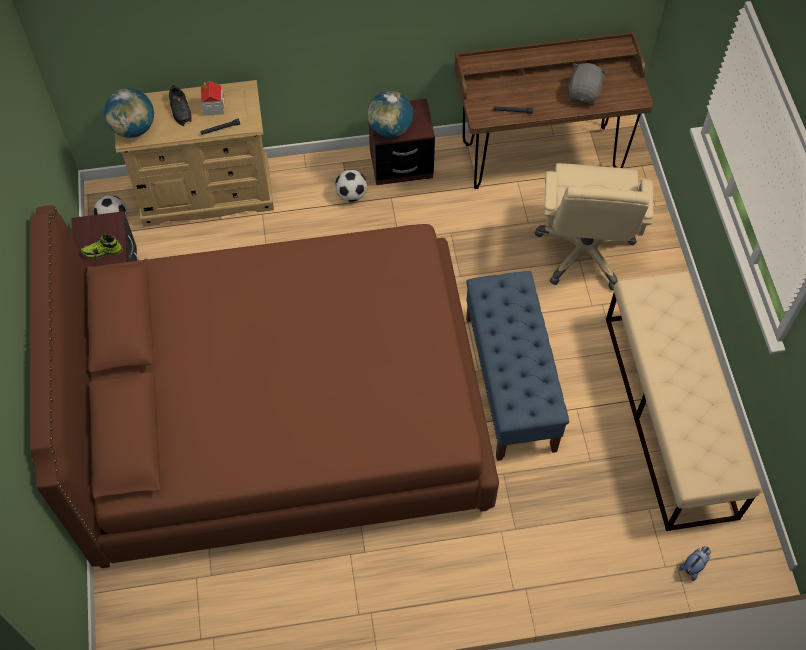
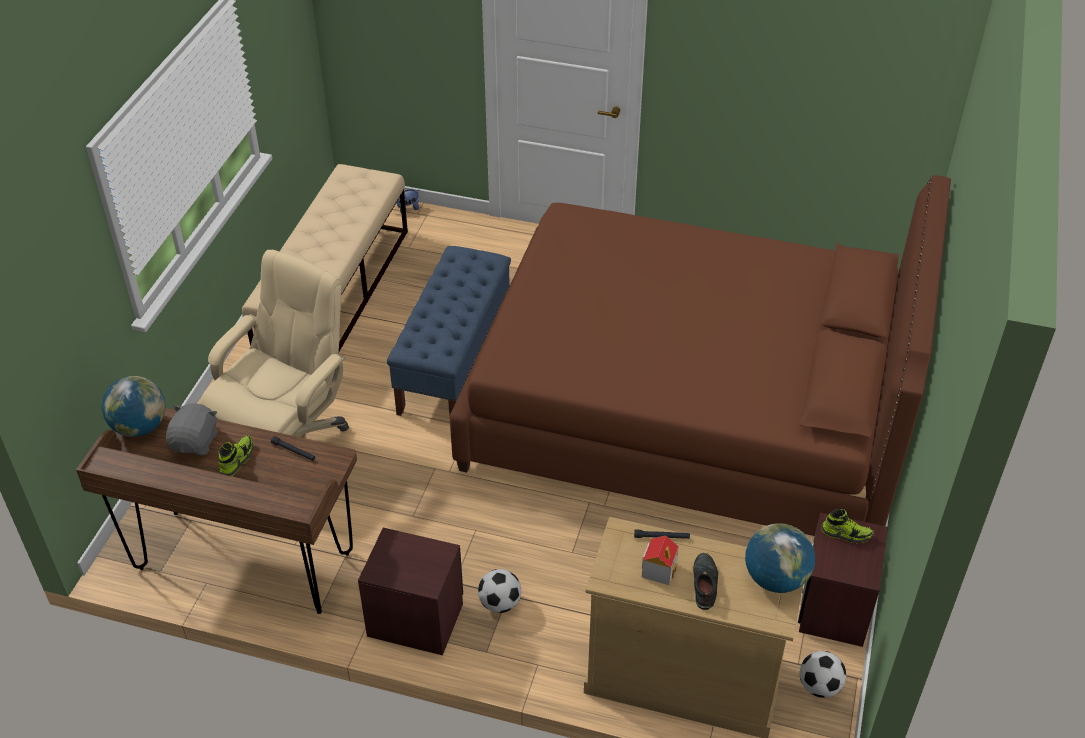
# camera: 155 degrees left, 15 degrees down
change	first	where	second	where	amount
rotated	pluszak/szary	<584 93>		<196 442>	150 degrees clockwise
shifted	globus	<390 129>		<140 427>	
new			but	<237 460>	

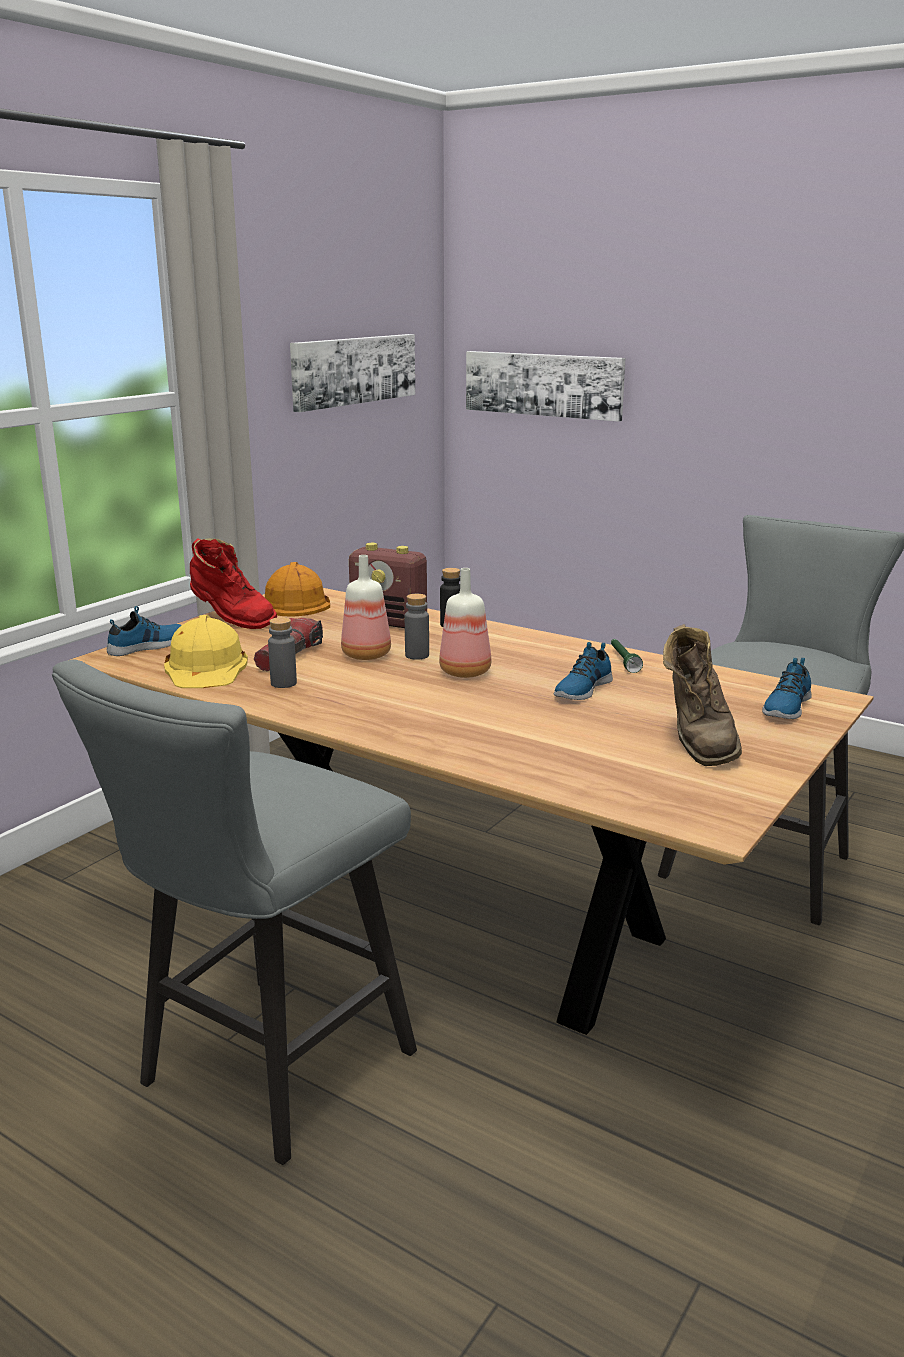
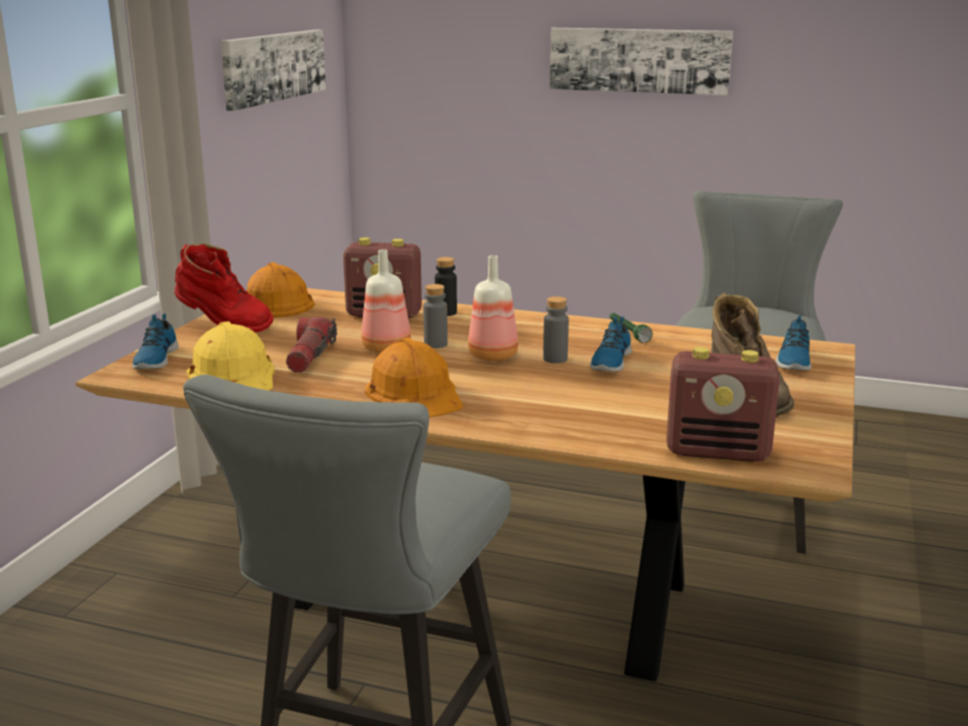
# camera: 15 degrees left, 0 degrees up
change	first	where	second	where	amount
shifted	obraz	<543 384>		<639 60>	
rotated	but	<148 646>		<155 359>	150 degrees clockwise
shifted	butelka/szary	<283 683>		<555 359>	
new			kask/pomarańczowy	<415 394>	
new			radio	<718 452>	

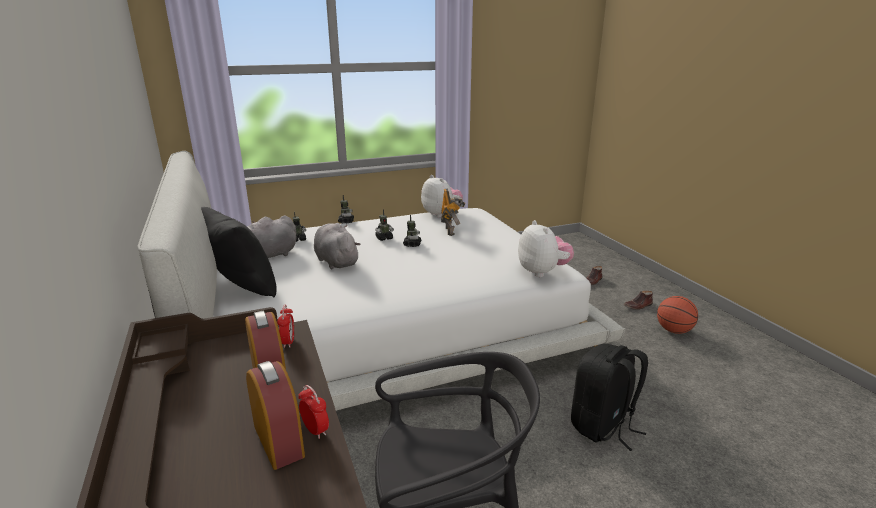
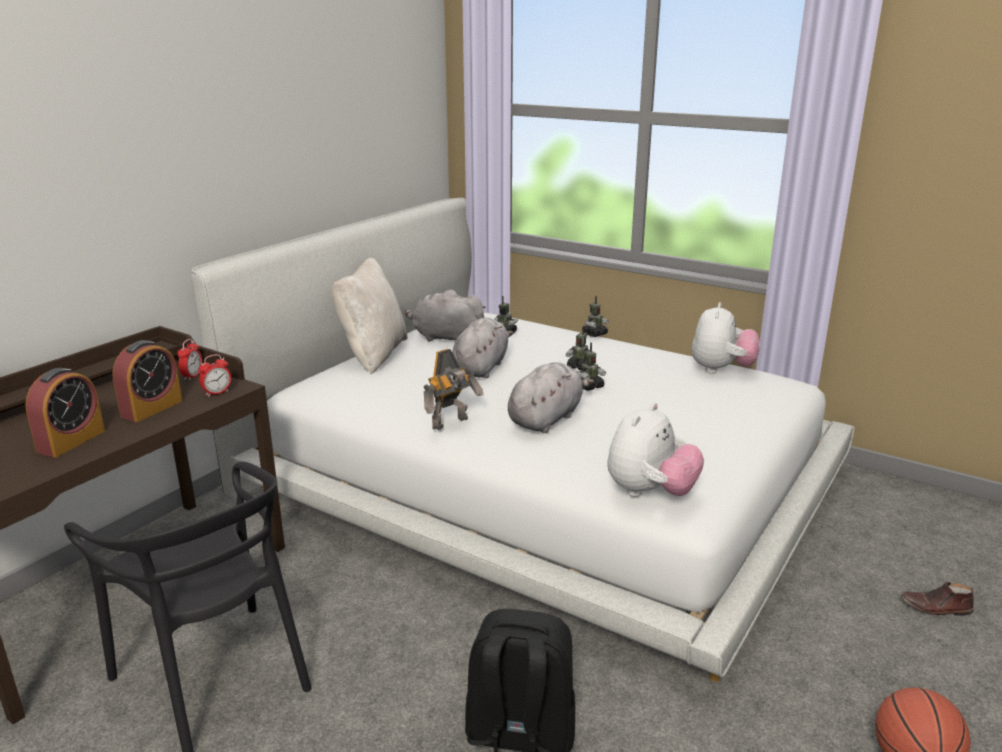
# camera: 55 degrees right, 0 degrees up
change	first	where	second	where	amount
shifted	robot zabawkowy	<451 231>		<451 423>	
repainted	poduszka/czarny	<242 287>	poduszka/beżowy	<373 355>	
gone	but/brązowy	<638 306>			
shifted	budzik	<315 430>		<192 376>	
new			pluszak/szary	<546 419>	

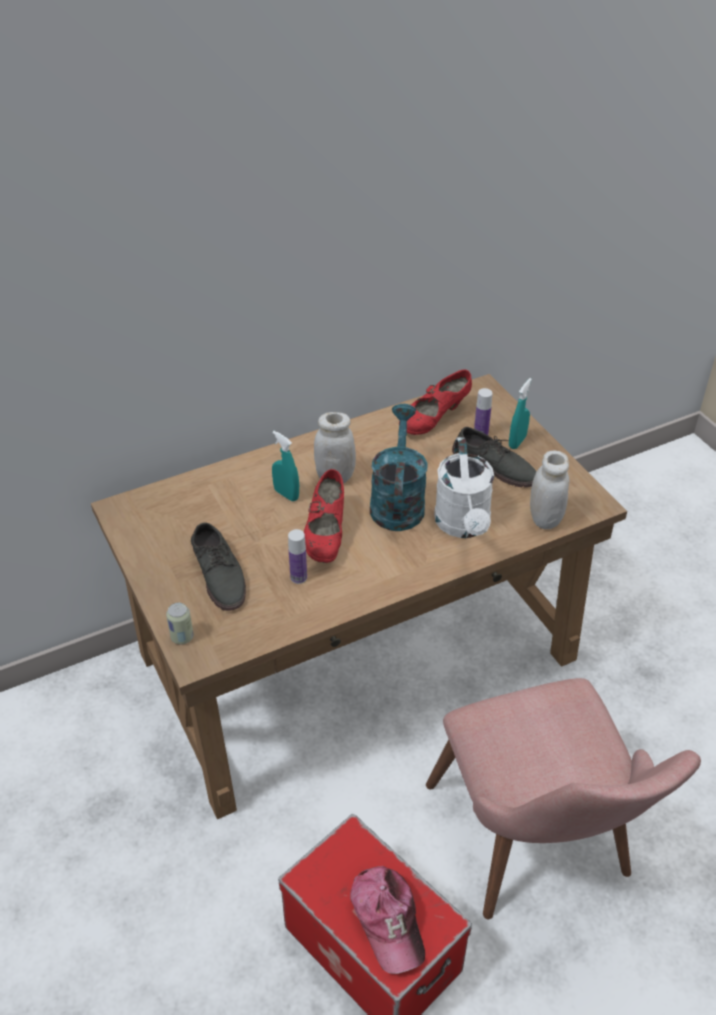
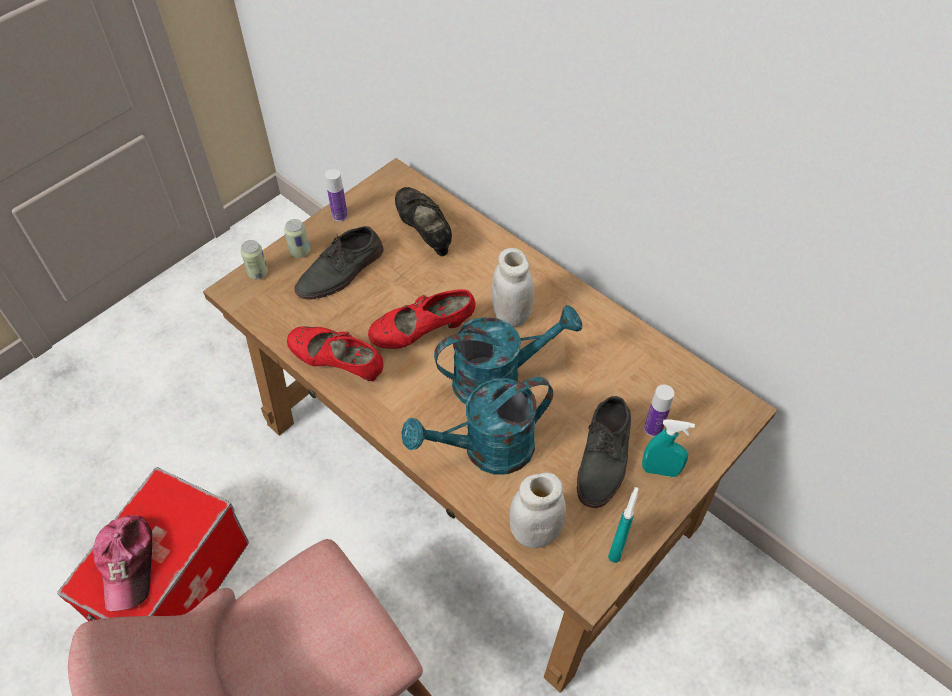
# camera: 70 degrees right, 10 degrees up
change	first	where	second	where	amount
shifted	but/czerwony	<434 420>		<338 365>	
shifted	spryskiwacz/turkusowy	<286 494>		<617 546>	
repainted	konewka/biały	<464 526>	konewka/turkusowy	<487 451>	
shifted	butelka	<298 577>		<340 215>	
rotated	czapka z daszkiem	<387 920>		<128 563>	60 degrees counterclockwise
new			but/czarny	<424 232>	
new			puszka	<300 252>	

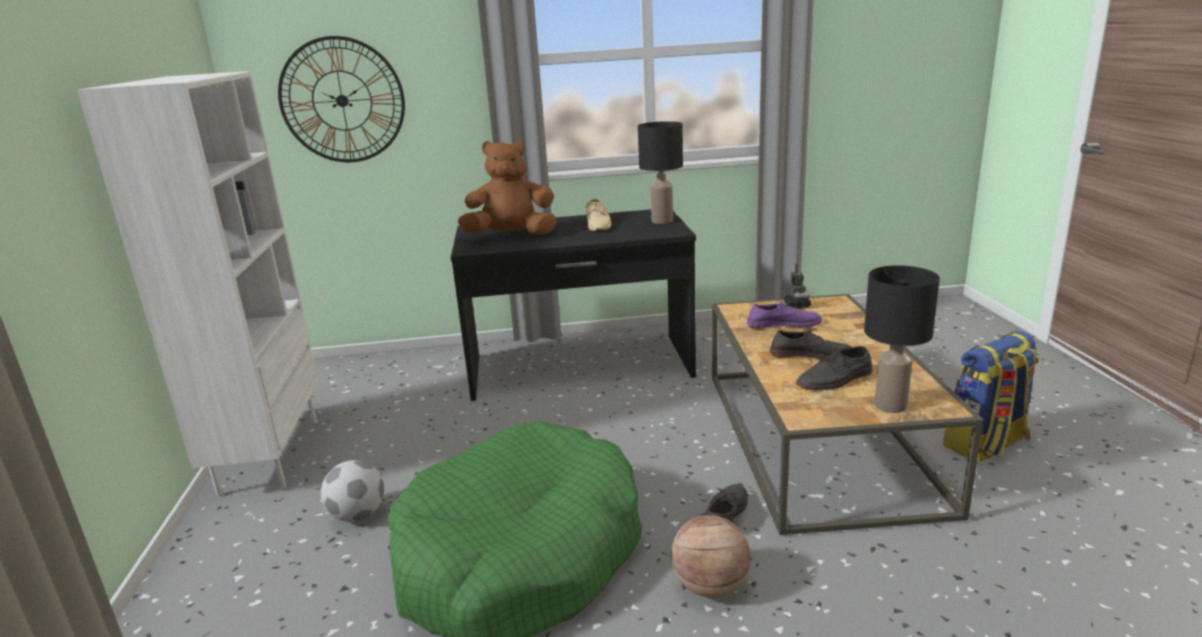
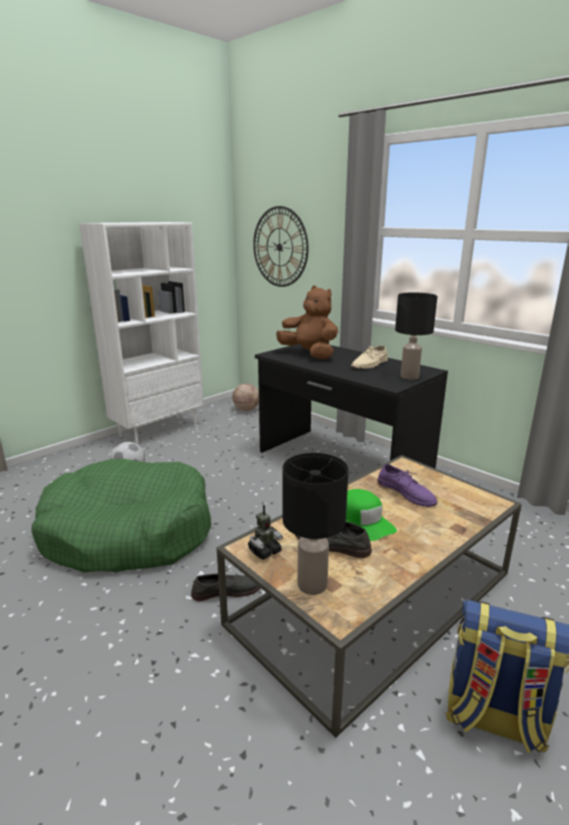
# camera: 50 degrees right, 0 degrees up
change	first	where	second	where	amount
shifted	robot zabawkowy	<796 306>		<264 551>	
swapped	but/szary	<811 354>	czapka z daszkiem/zielony	<364 520>	
shifted	piłka do koszykówki	<710 586>		<246 410>	

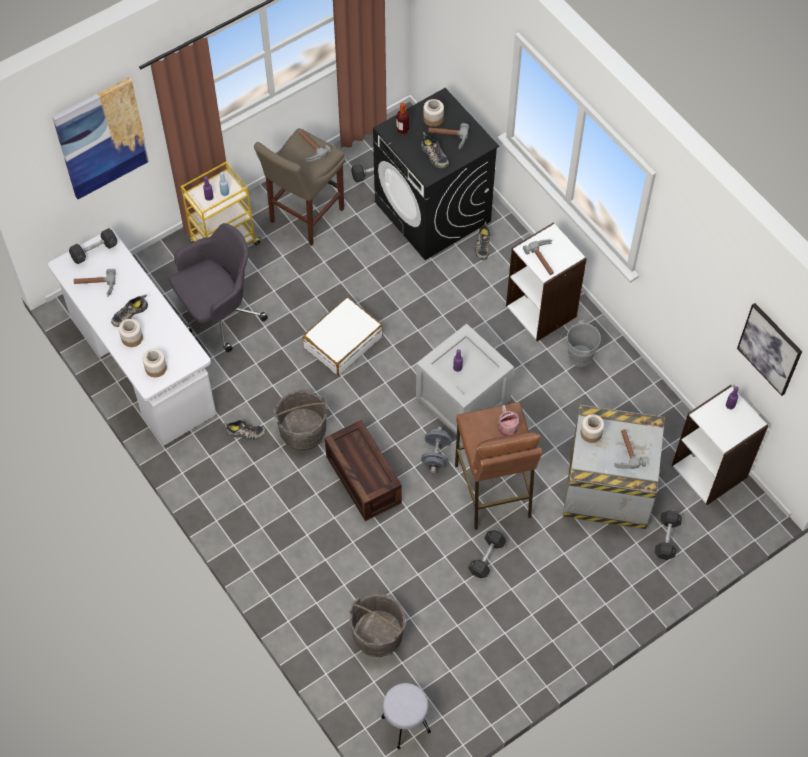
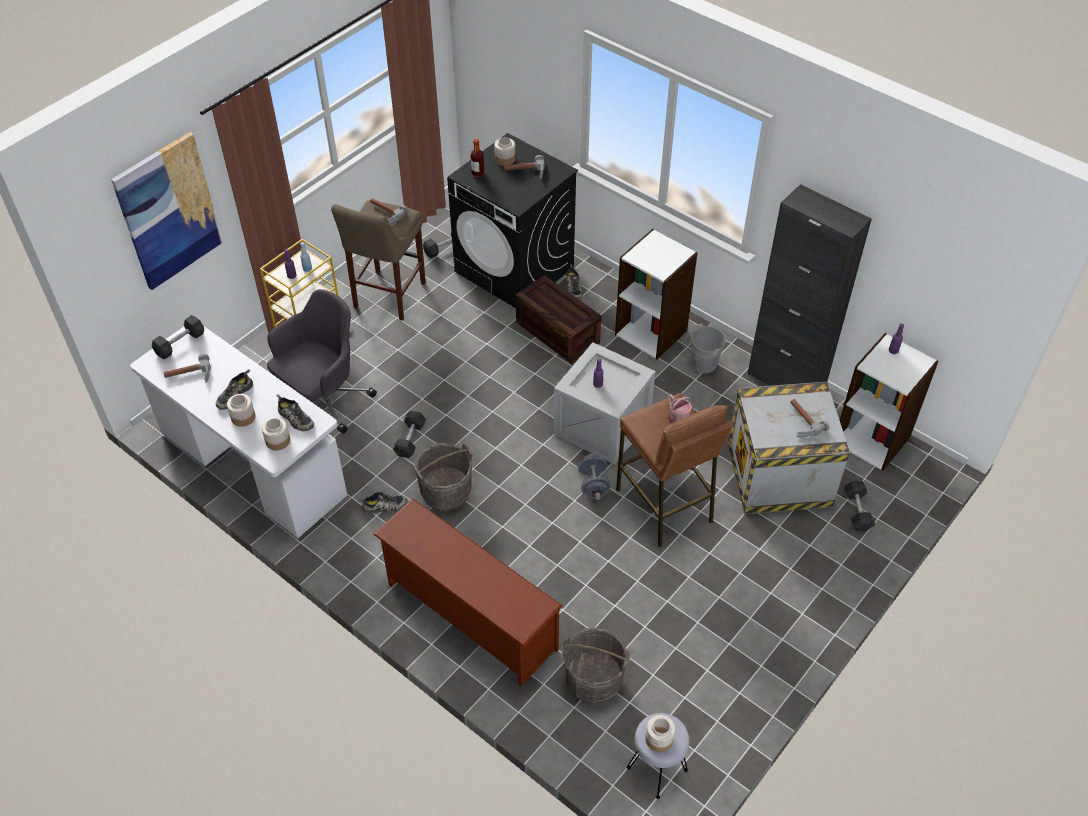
# camera: 15 degrees left, 10 degrees down
change	first	where	second	where	amount
shifted	but	<433 155>		<294 418>	
gone	młotek	<545 259>			
gone	walizka/biały	<342 342>			
gone	obraz	<770 348>			
shifted	słoik	<591 433>		<659 739>	
shifted	skrzynka	<361 479>		<556 333>	
shifted	hantel/szary	<486 557>		<410 440>	
new			szafka/czarny	<786 381>	
new			regał na buty/brązowy	<469 617>	

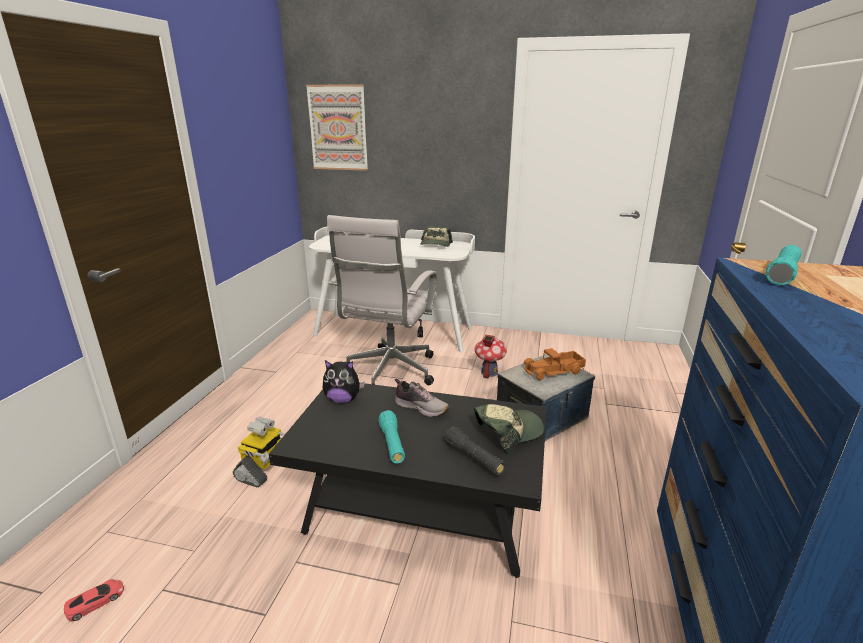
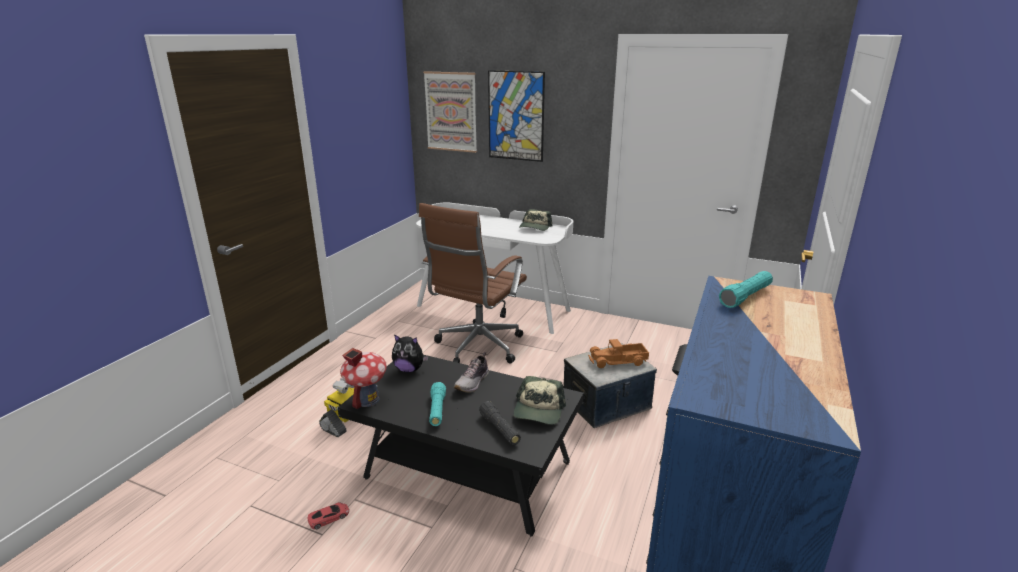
# camera: 10 degrees right, 0 degrees up
change	first	where	second	where	amount
repainted	krzesło biurowe/biały	<389 372>	krzesło biurowe/brązowy	<477 348>	
shifted	domek	<489 372>		<367 400>	
rotated	but	<421 407>		<473 382>	75 degrees clockwise
rotated	czapka z daszkiem	<507 431>		<538 410>	120 degrees clockwise
shifted	samochodzik/czerwony	<95 601>		<329 517>	
new			obraz	<516 116>	

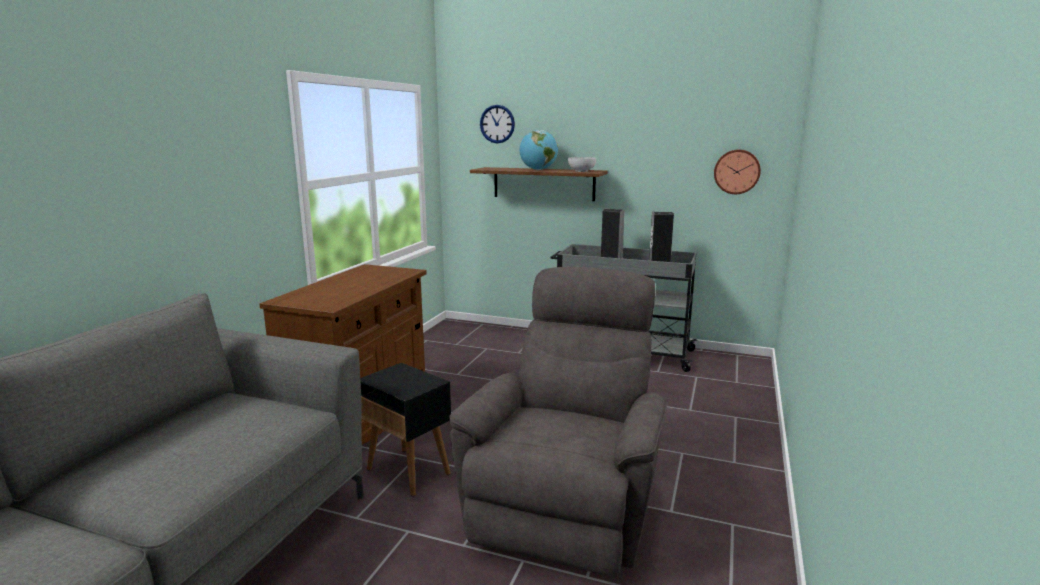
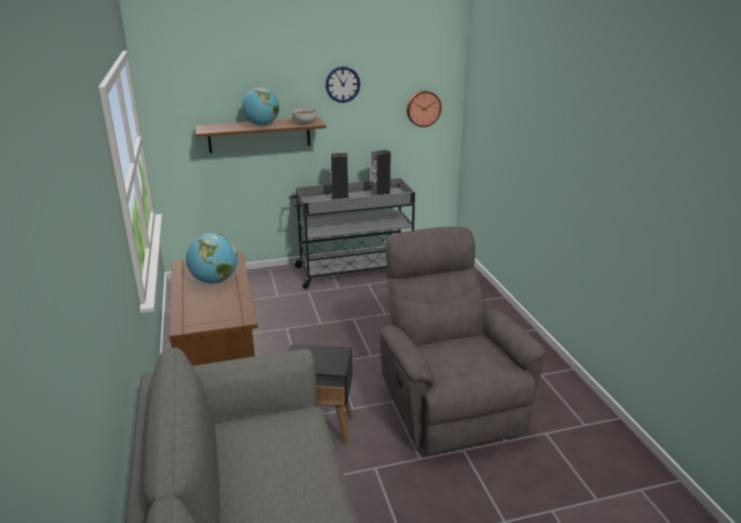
# camera: 35 degrees left, 10 degrees up
change	first	where	second	where	amount
shifted	zegar ścienny	<497 124>		<342 84>	
new			globus	<214 281>	

